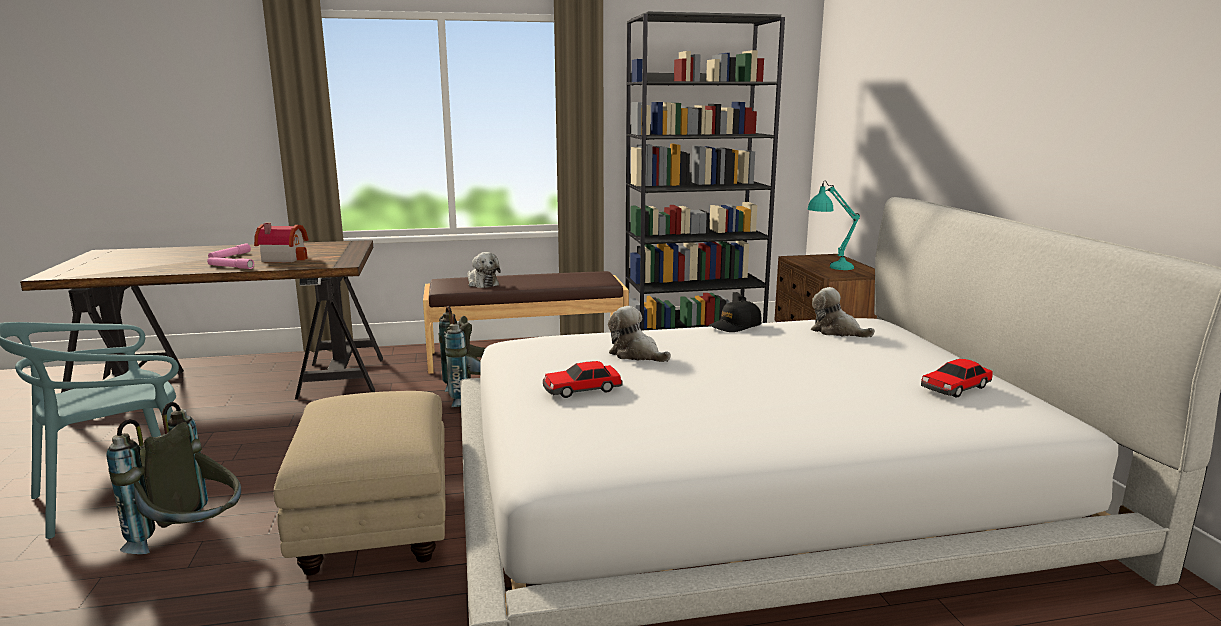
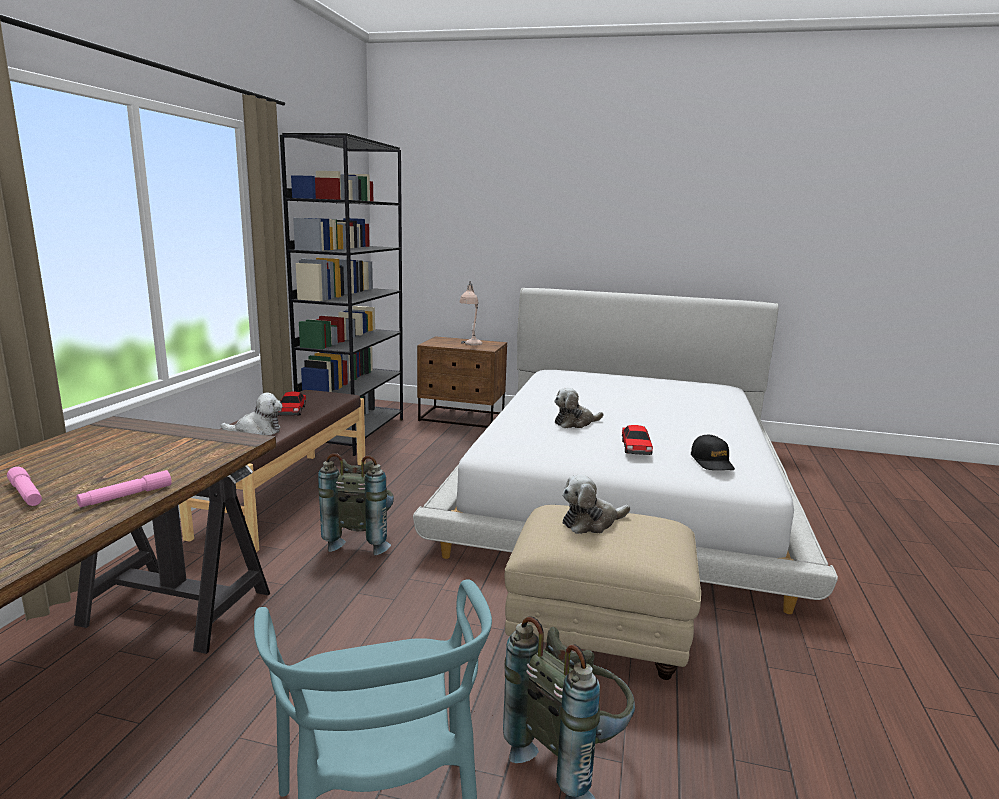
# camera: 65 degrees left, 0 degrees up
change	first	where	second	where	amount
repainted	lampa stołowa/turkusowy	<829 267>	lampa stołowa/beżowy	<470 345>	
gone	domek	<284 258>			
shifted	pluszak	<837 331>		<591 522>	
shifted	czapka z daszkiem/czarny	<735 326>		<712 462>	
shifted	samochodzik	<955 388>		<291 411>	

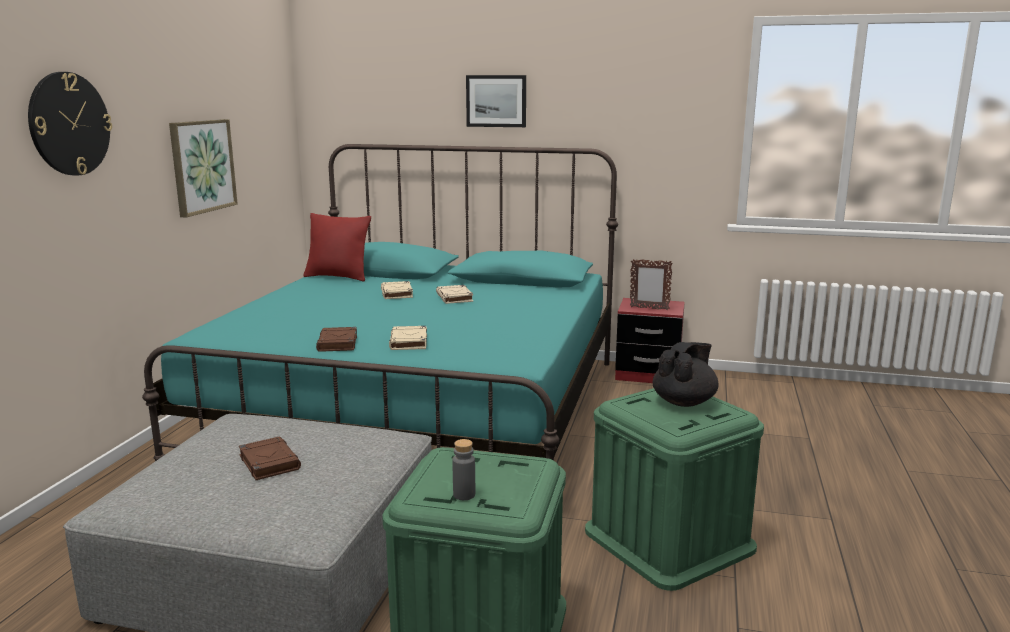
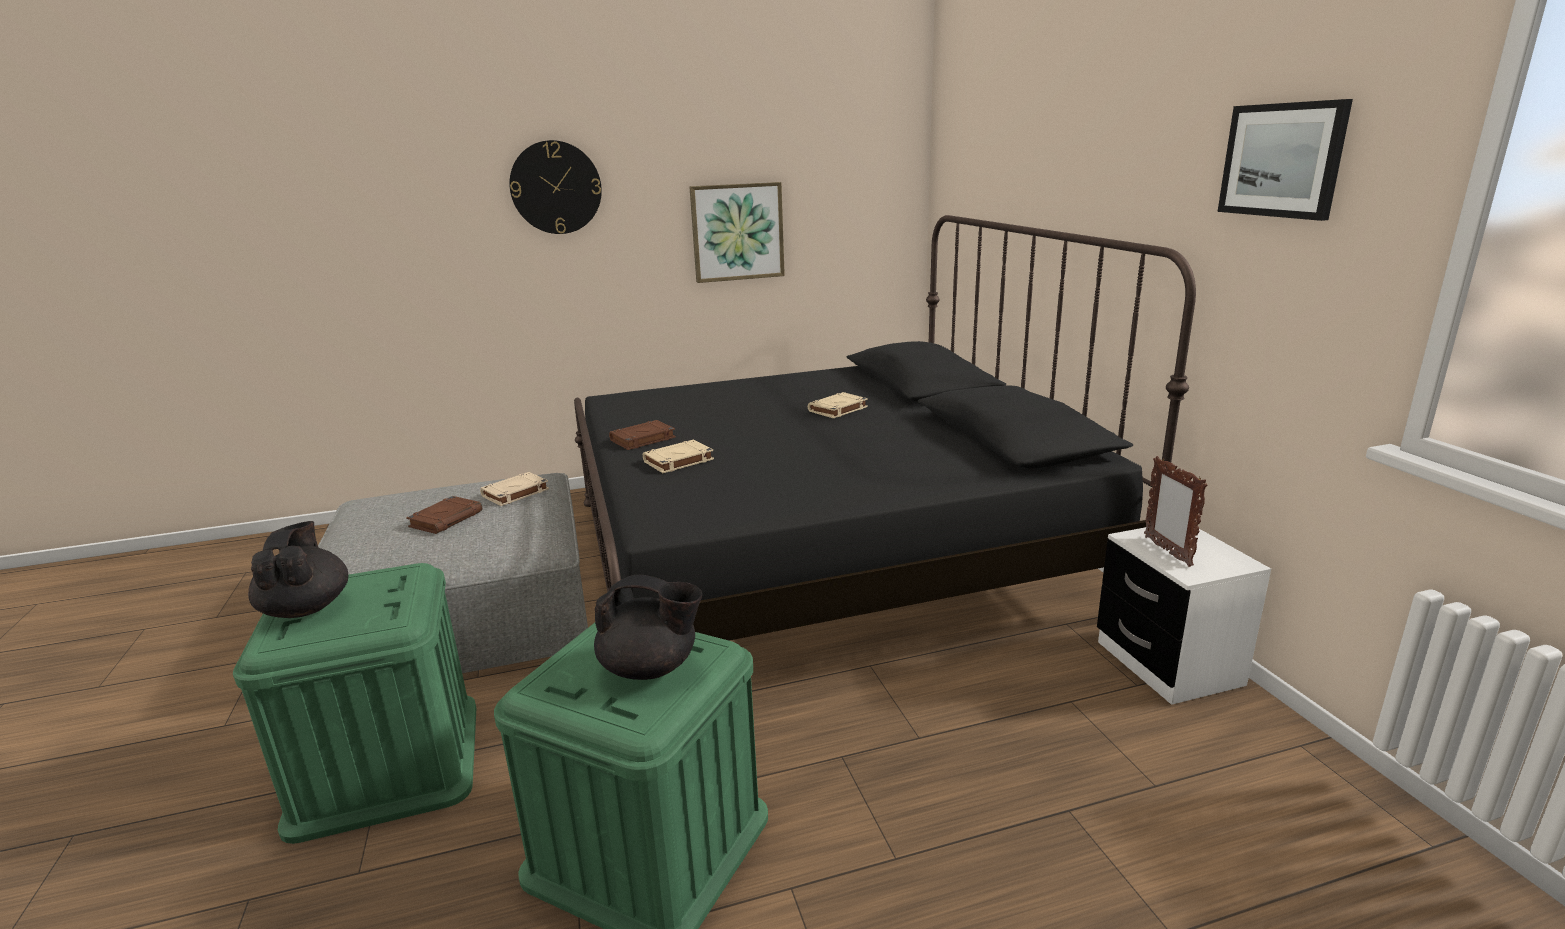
# camera: 60 degrees right, 5 degrees up
change	first	where	second	where	amount
shifted	obraz	<496 101>		<1282 160>	
repainted	łóżko/turkusowy	<418 408>	łóżko/czarny	<824 552>	
gone	poduszka/czerwony	<338 277>			
shifted	książka/beżowy	<455 298>		<515 493>	
repainted	szafka nocna/czerwony	<648 374>	szafka nocna/biały	<1167 663>	
swapped	butelka/szary	<464 495>	imbryk/czarny	<307 607>	

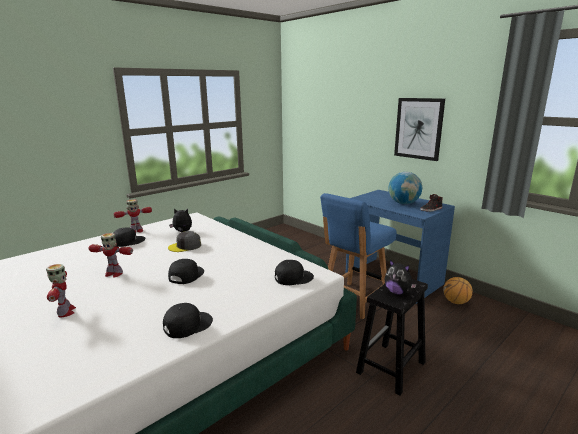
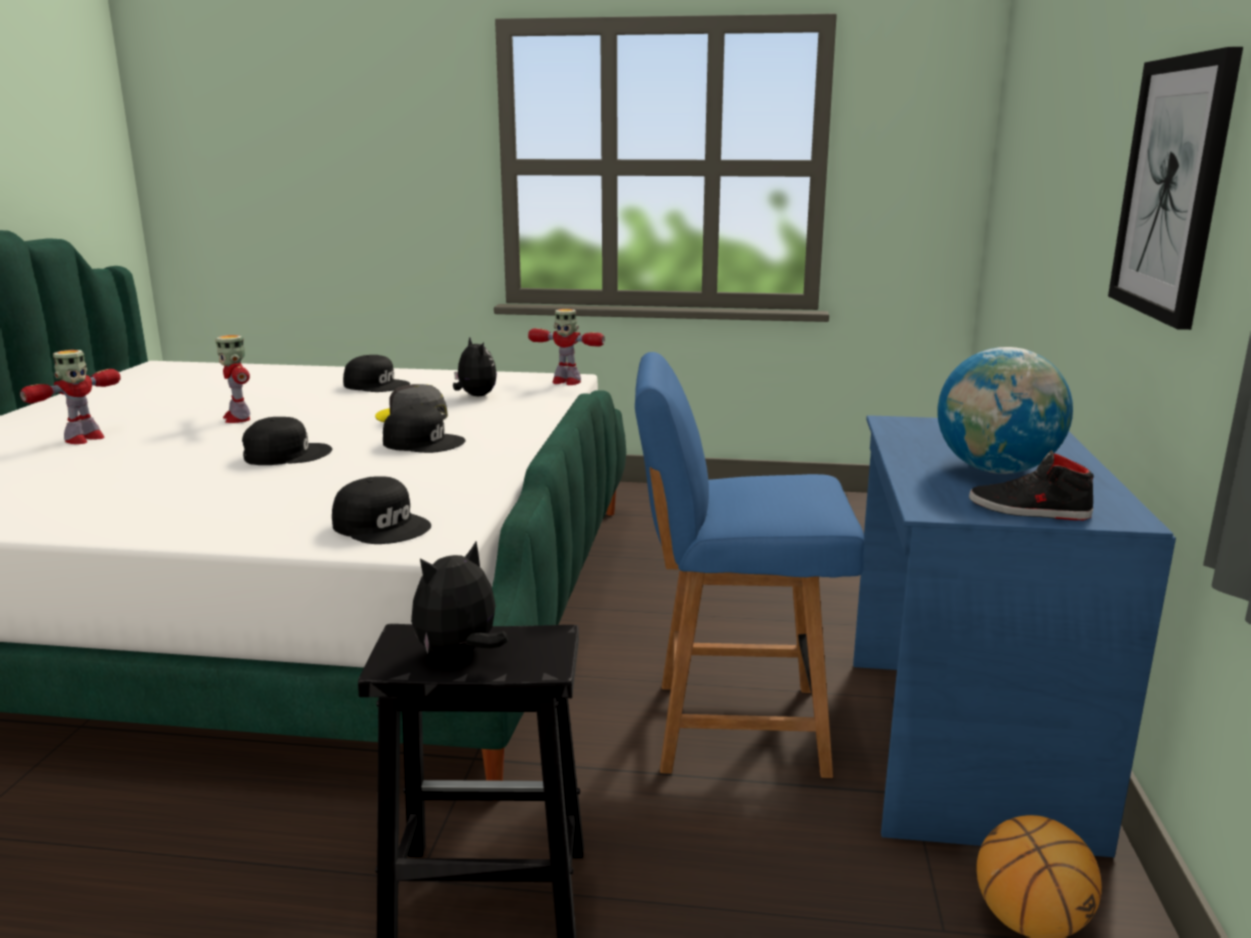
# camera: 50 degrees right, 0 degrees up
change	first	where	second	where	amount
shifted	robot zabawkowy	<136 231>		<566 382>	
rotated	pluszak	<397 292>		<459 654>	45 degrees clockwise
shifted	czapka z daszkiem/czarny	<187 324>		<424 442>	

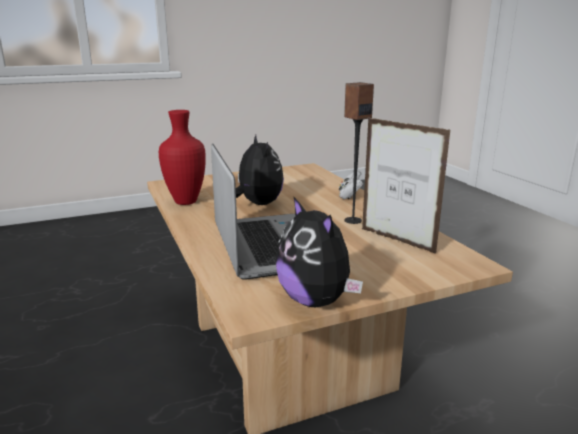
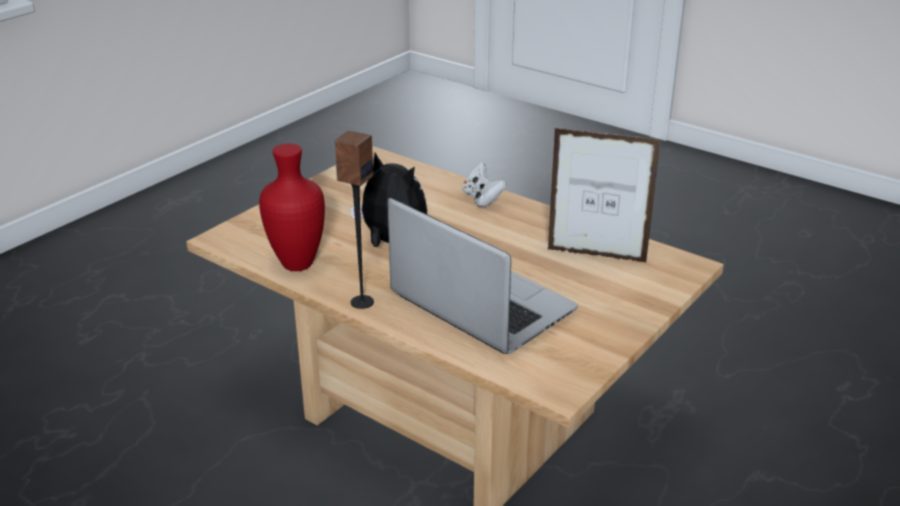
# camera: 30 degrees left, 10 degrees up
change	first	where	second	where	amount
shifted	głośnik	<352 220>		<361 302>	
gone	pluszak	<316 300>			

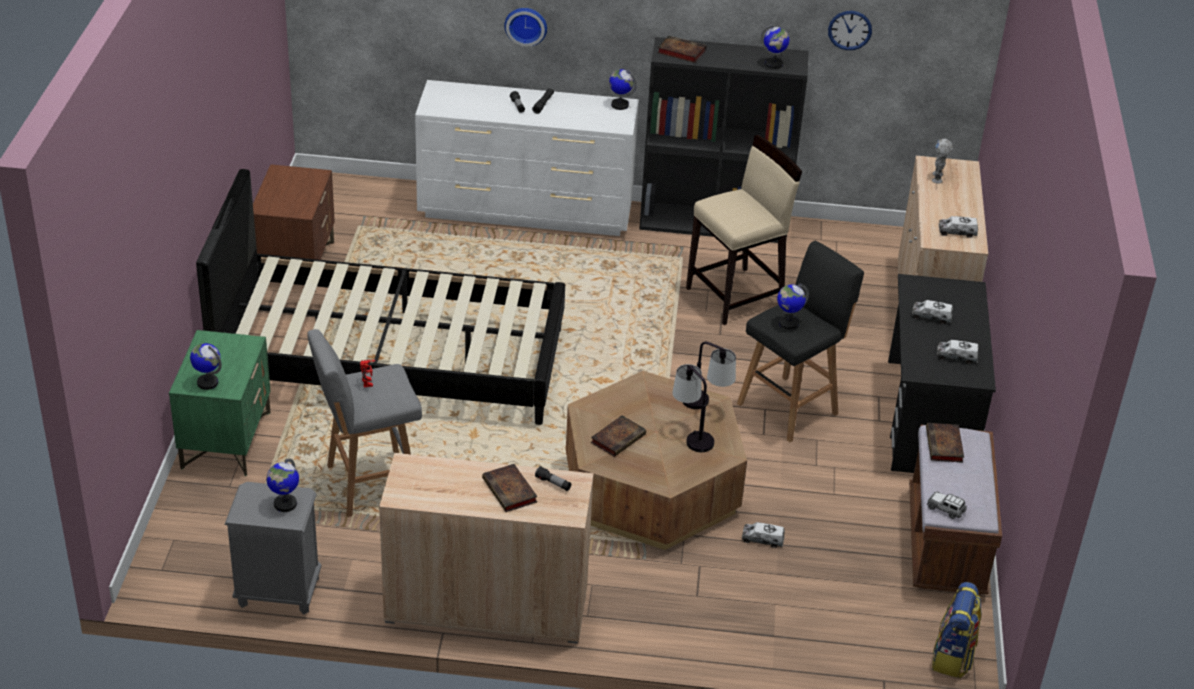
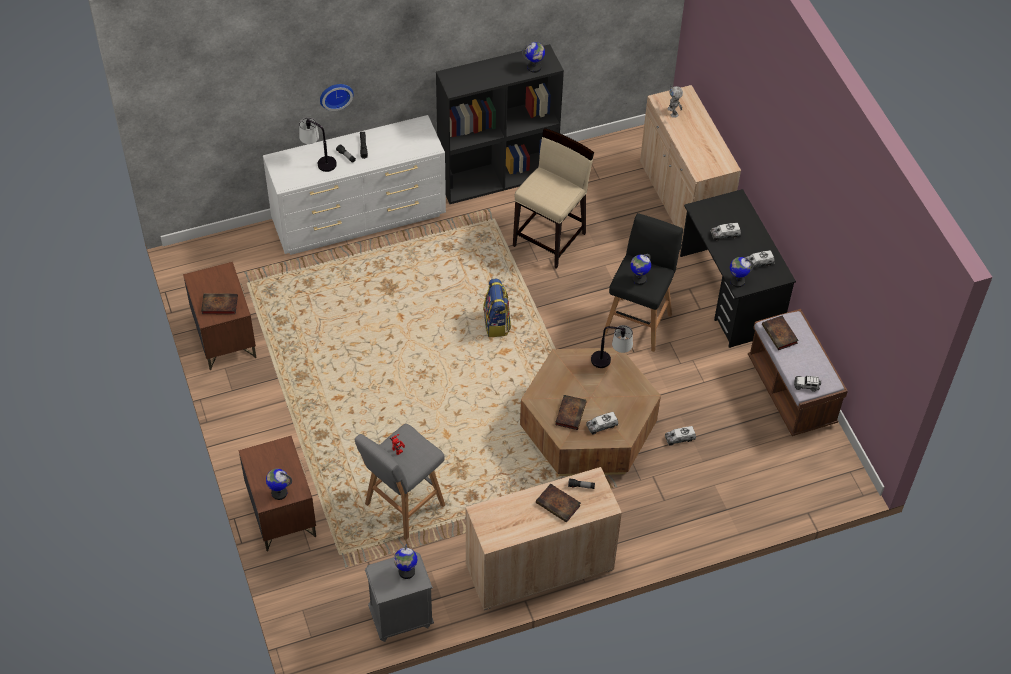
# camera: 25 degrees left, 15 degrees up
change	first	where	second	where	amount
gone	zegar ścienny	<850 30>			
shifted	książka	<680 52>		<218 305>	
shifted	globus	<619 105>		<737 281>	
gone	łóżko/czarny	<391 359>			
shifted	ciężarówka zabawkowa	<957 232>		<602 426>	
repainted	szafka nocna/zielony	<226 439>	szafka nocna/brązowy	<281 513>	
shifted	lampa stołowa	<691 435>		<319 161>	
shifted	plecak	<953 657>		<497 323>	

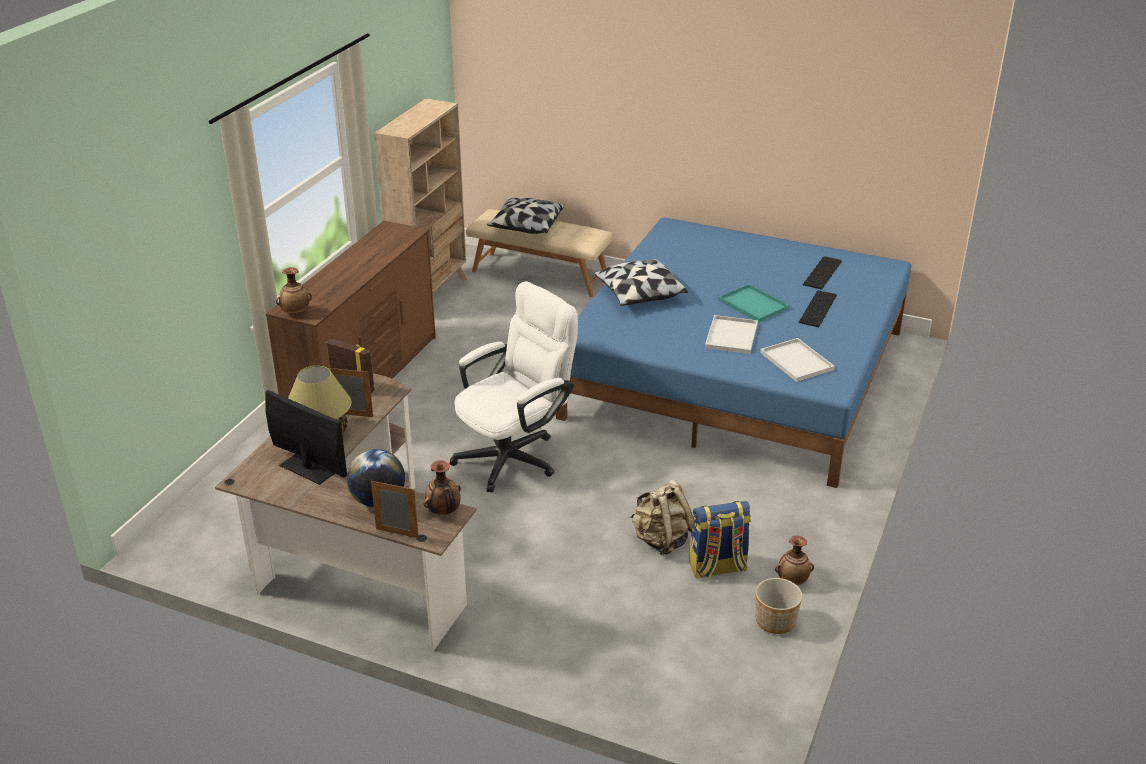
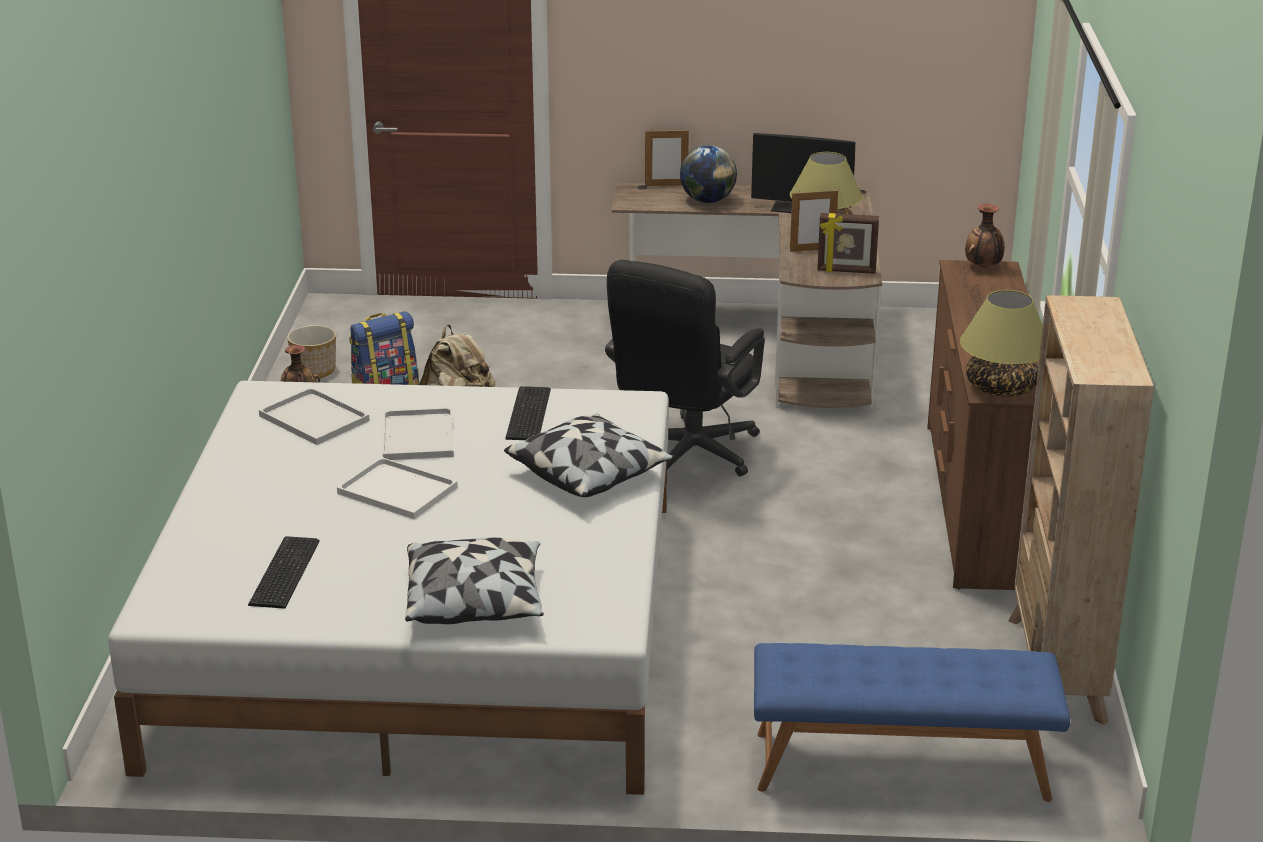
# camera: 160 degrees right, 5 degrees down
change	first	where	second	where	amount
shifted	poduszka	<526 226>		<475 601>	
repainted	ławka/beżowy	<540 274>	ławka/niebieski	<901 767>	
repainted	łóżko/niebieski	<737 374>	łóżko/biały	<423 627>	
repainted	krzesło biurowe/biały	<515 455>	krzesło biurowe/czarny	<685 457>	
repainted	taca/turkusowy	<752 304>	taca/biały	<400 490>	
shifted	klawiatura	<819 309>		<526 414>	
gone	wazon	<443 512>			
new			lampa stołowa	<1001 387>	

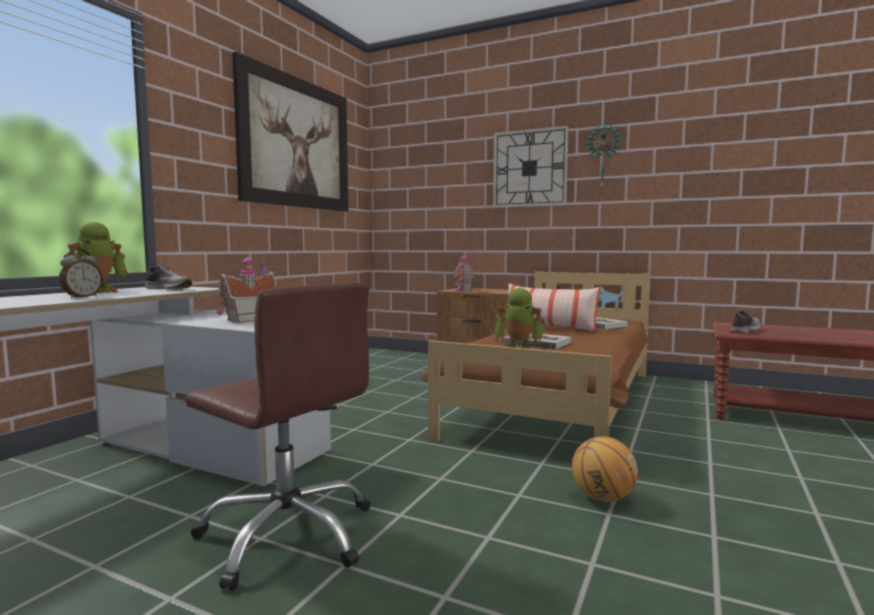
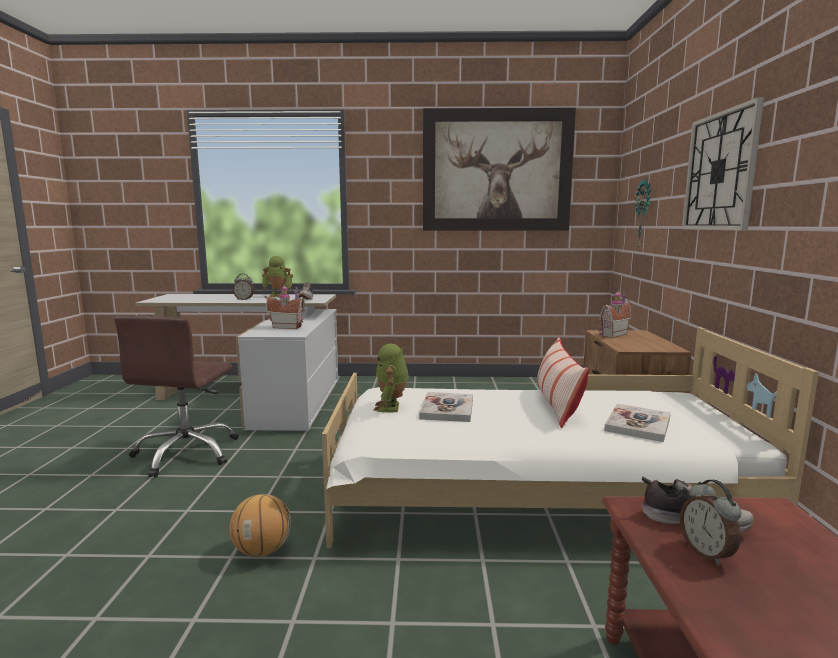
# camera: 65 degrees right, 5 degrees up
change	first	where	second	where	amount
shifted	zegar ścienny	<603 157>		<644 214>	
repainted	łóżko/brązowy	<559 402>	łóżko/biały	<533 497>	
new			budzik	<707 553>	

